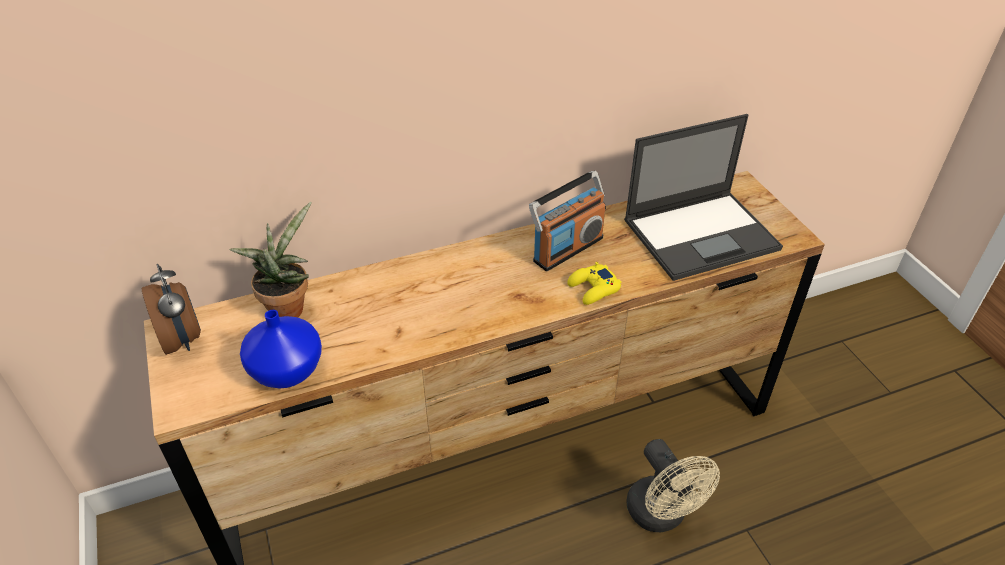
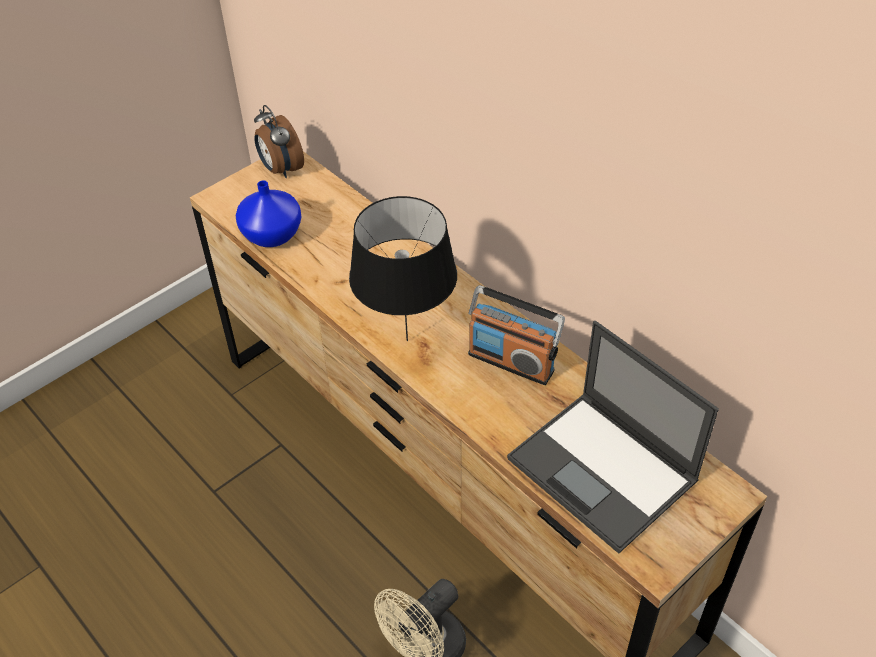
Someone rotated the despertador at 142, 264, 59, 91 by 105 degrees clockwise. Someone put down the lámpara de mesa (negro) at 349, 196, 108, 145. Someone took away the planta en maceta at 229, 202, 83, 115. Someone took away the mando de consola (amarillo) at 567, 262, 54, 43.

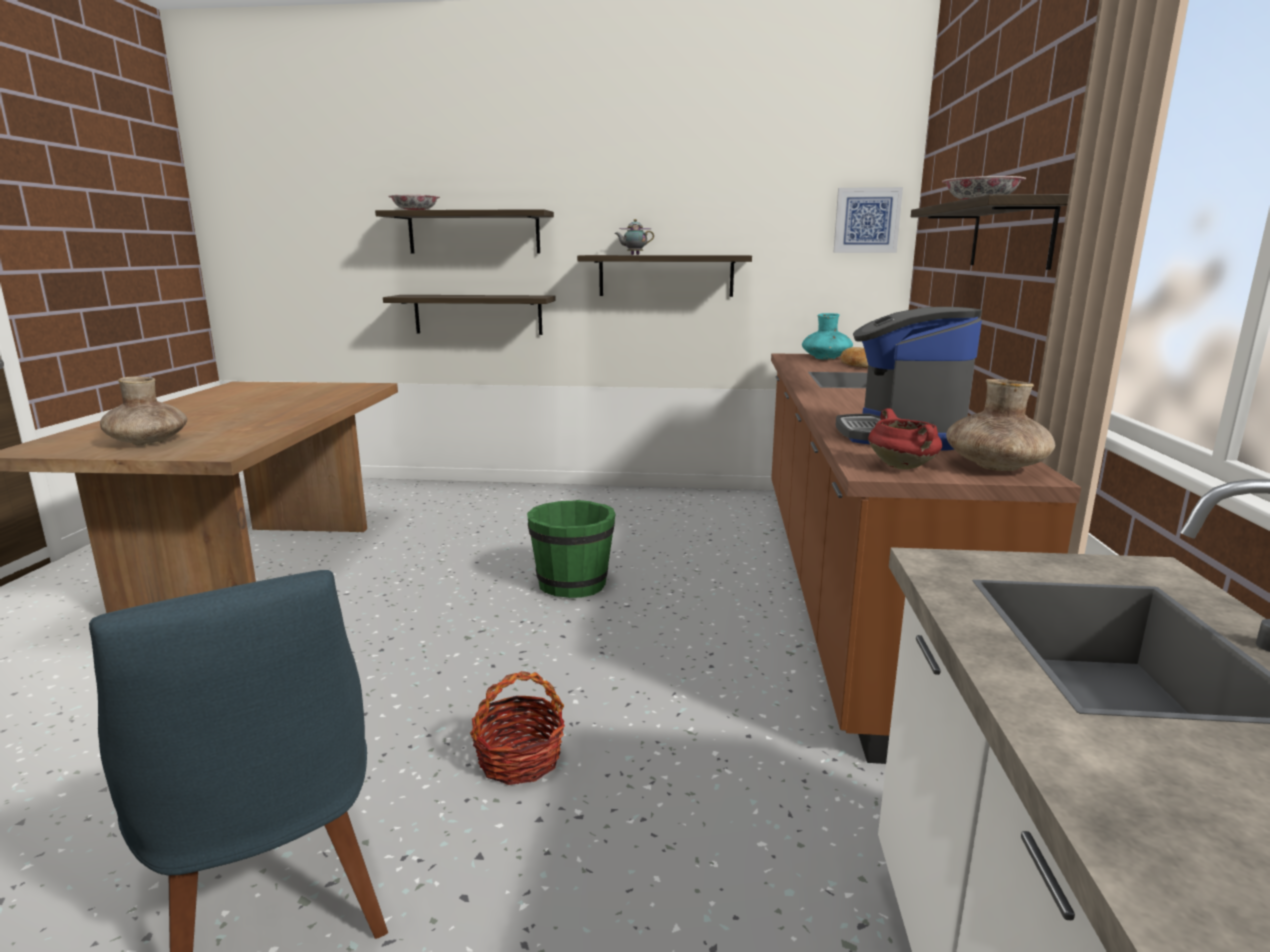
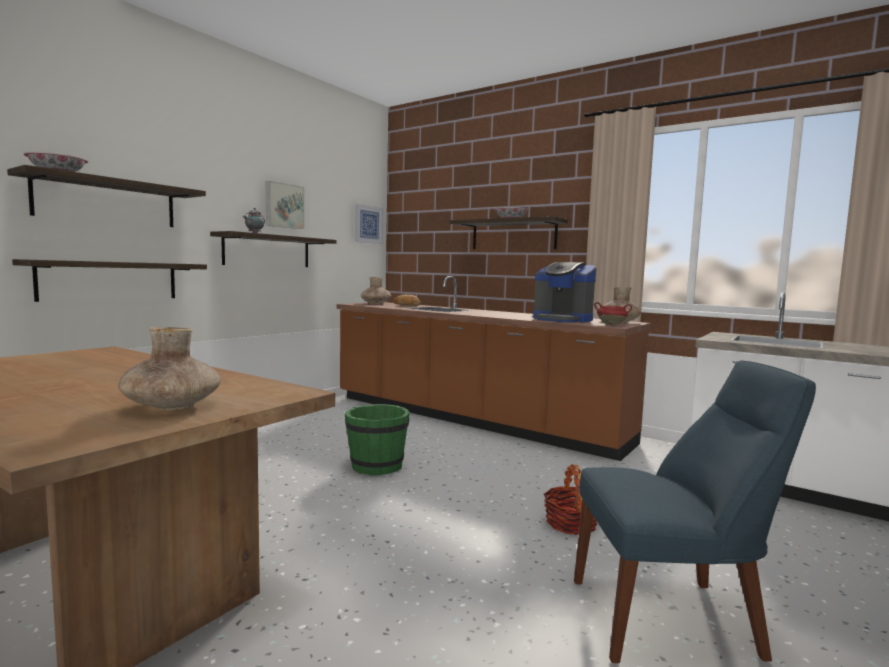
Someone put up the cuadro at 266, 181, 38, 48. Someone repainted the florero (turquesa) at 802, 313, 51, 47, which became the florero (marrón) at 361, 277, 30, 27.

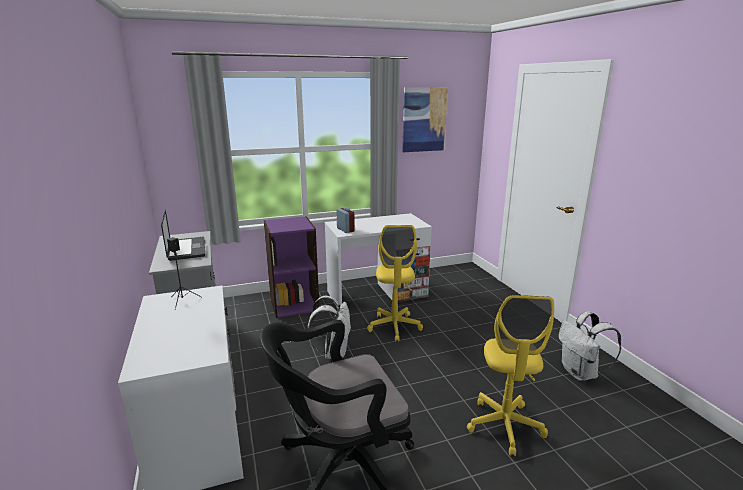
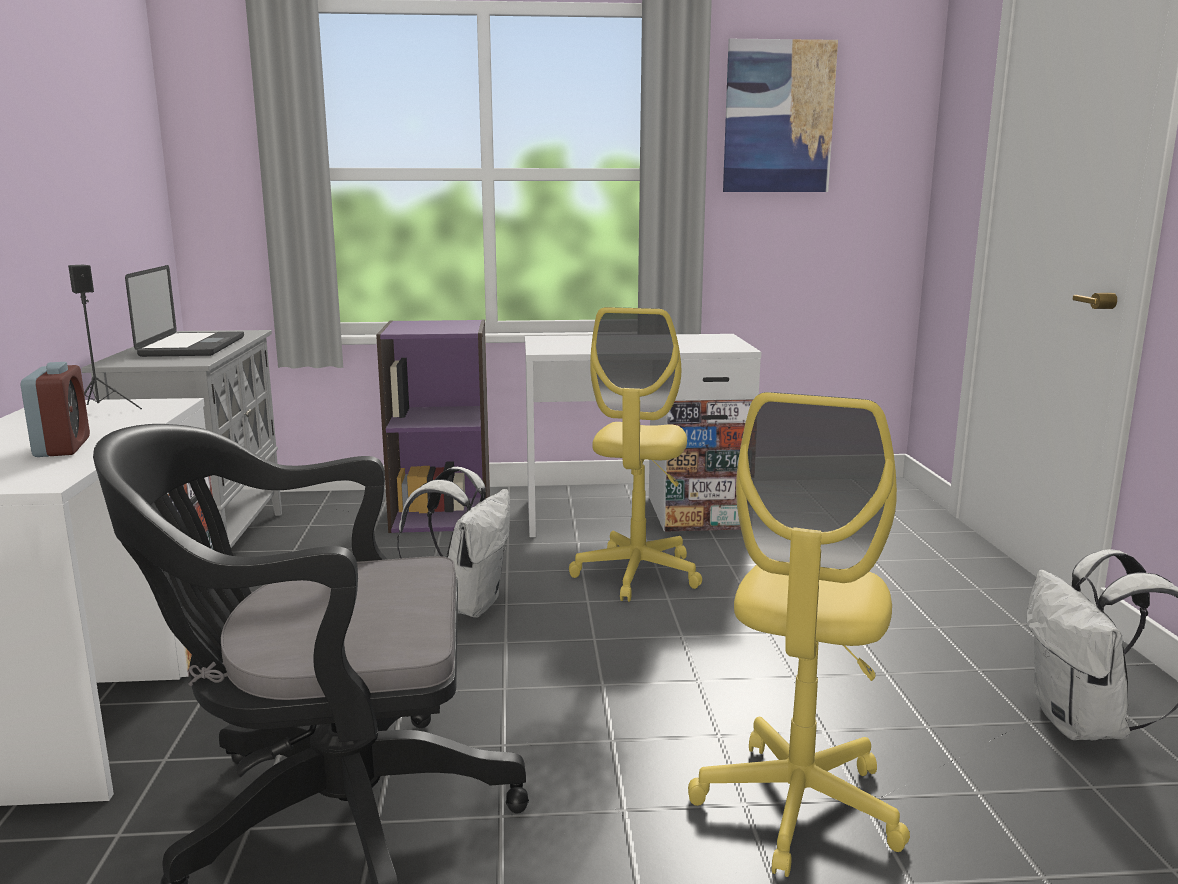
Someone carried the despertador from 336, 207, 19, 26 to 21, 362, 69, 95.

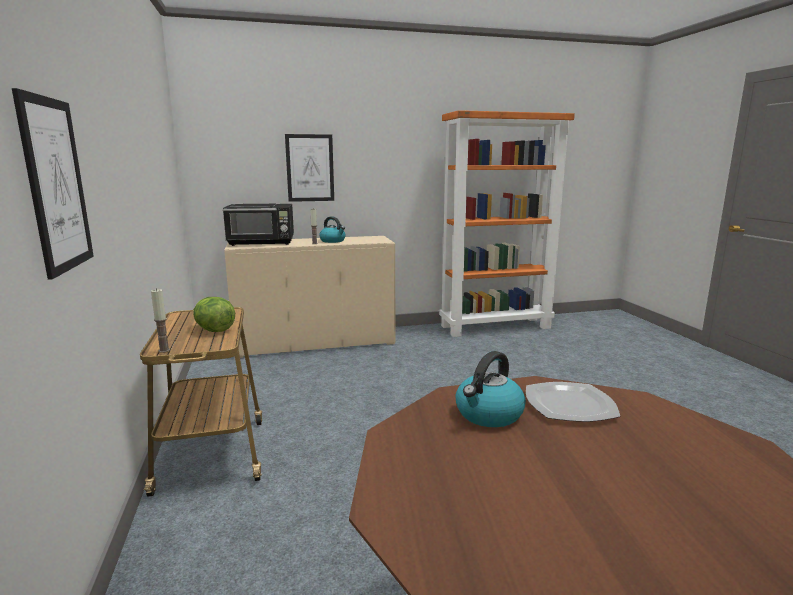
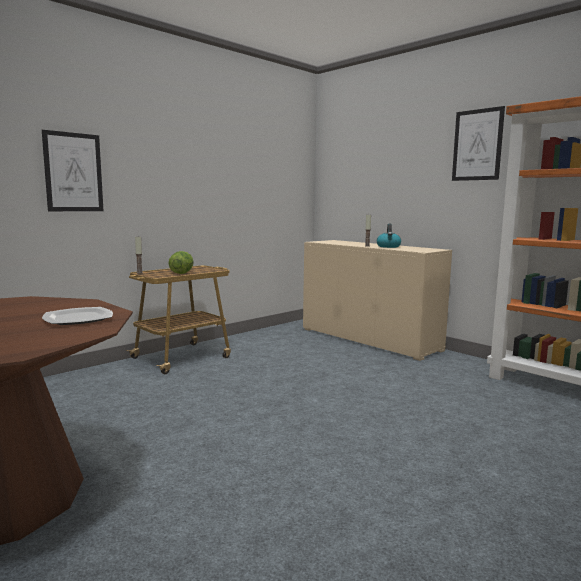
Someone carried the cuadro from 285, 134, 49, 68 to 452, 106, 53, 75. Someone took away the microondas (negro) at 223, 204, 71, 42. Someone took away the hervidor at 455, 351, 71, 76.

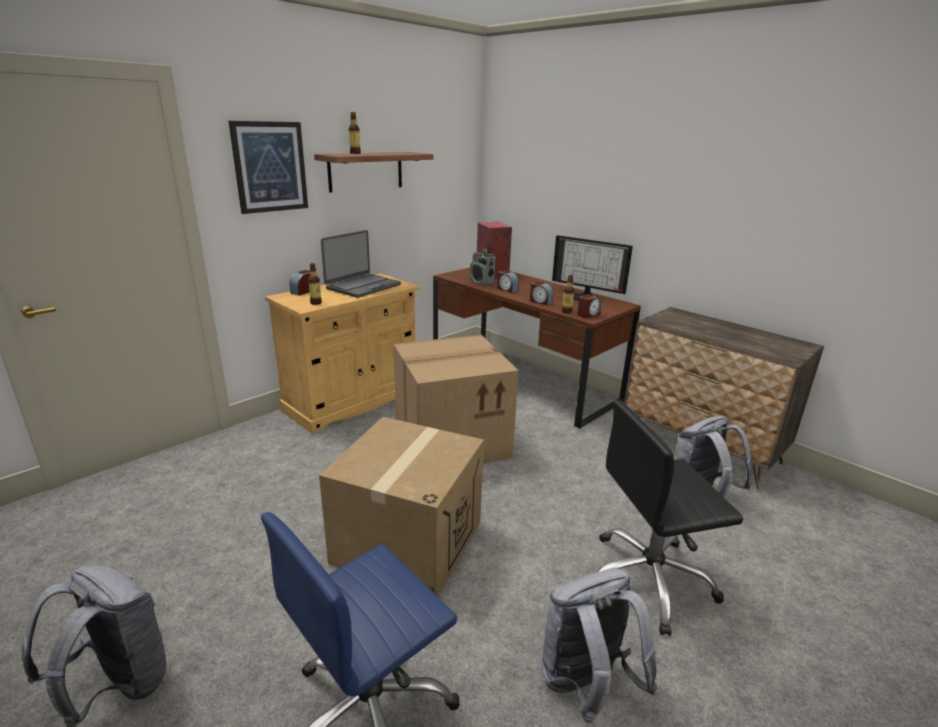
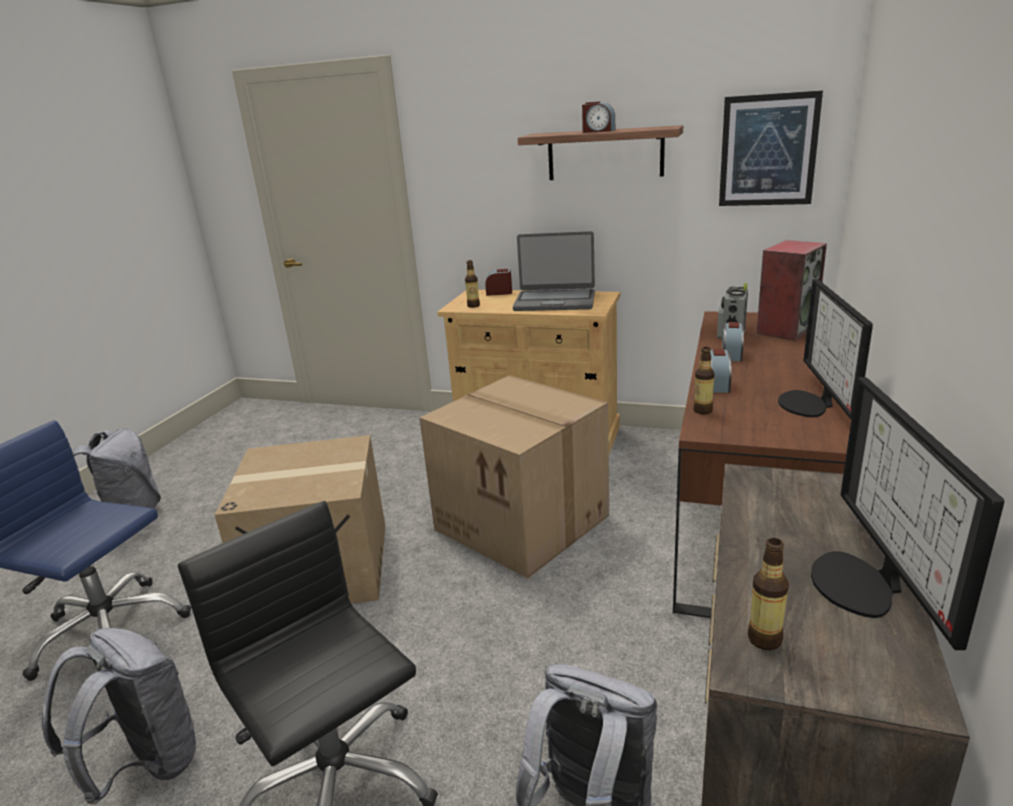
Someone carried the despertador from 577, 294, 25, 24 to 582, 102, 33, 31. Someone carried the cuadro from 228, 121, 80, 93 to 719, 90, 104, 116. Someone carried the botella from 349, 112, 12, 42 to 748, 538, 41, 112. Someone put down the monitor at 811, 377, 194, 273.

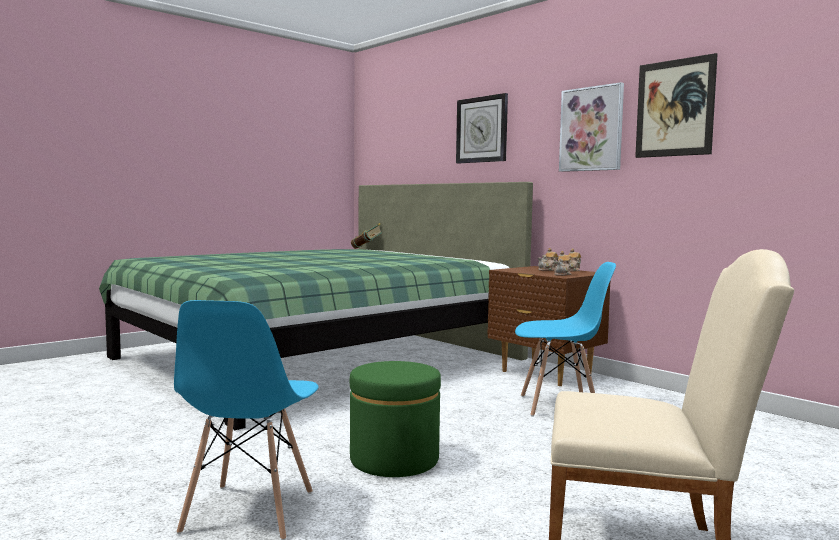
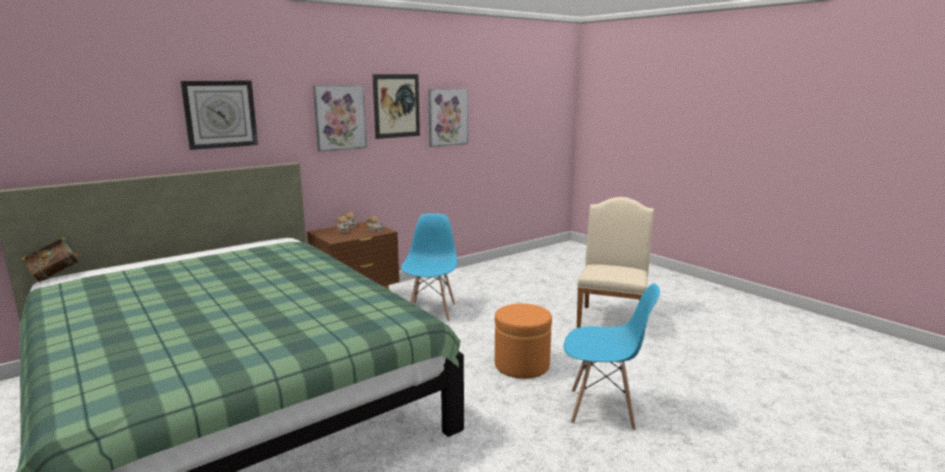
Someone put up the cuadro at 428, 89, 40, 58. Someone repainted the puf (verde) at 350, 361, 91, 116, which became the puf (naranja) at 495, 303, 57, 76.

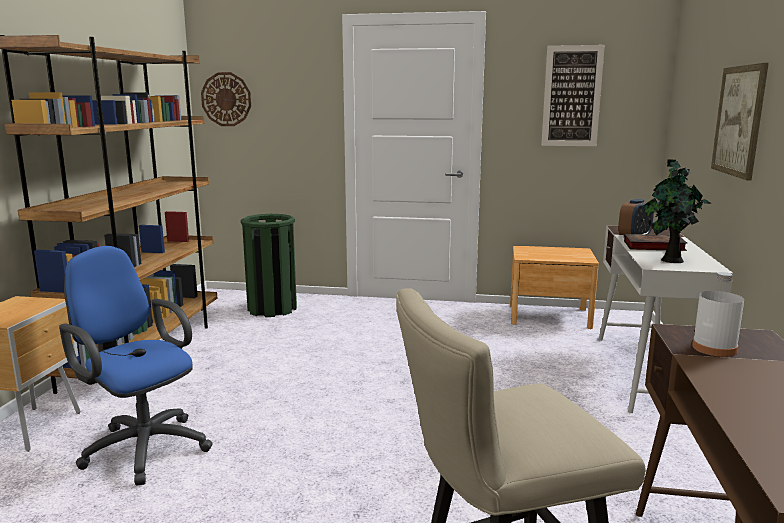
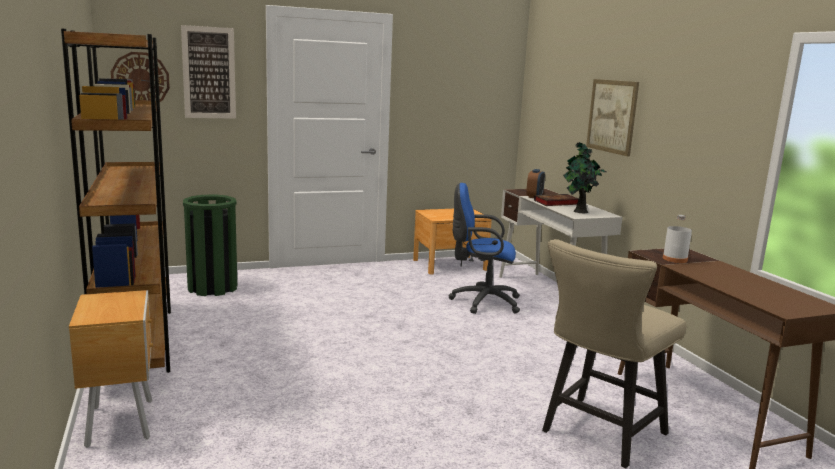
Someone carried the cuadro from 541, 45, 64, 101 to 181, 25, 55, 94. Someone carried the silla de oficina (azul) from 59, 246, 154, 240 to 448, 183, 72, 131.

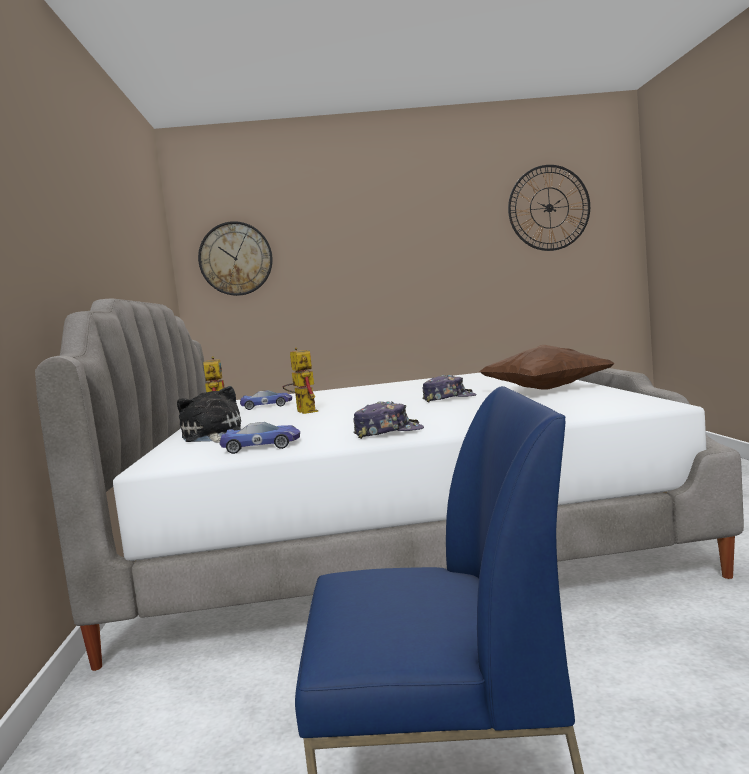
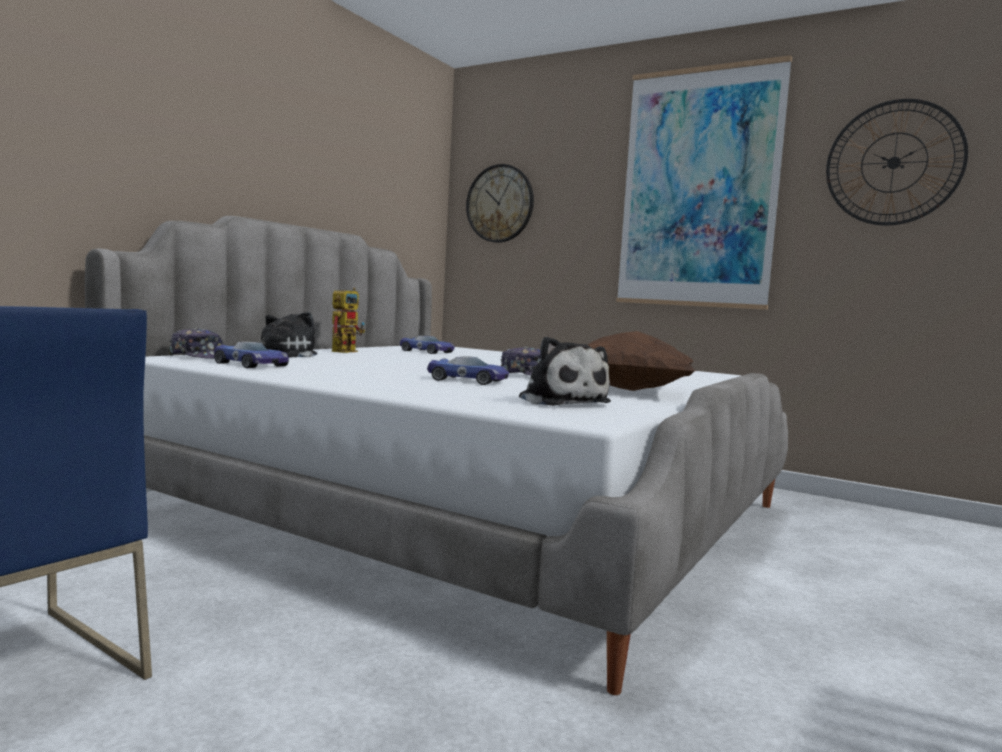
Someone carried the gorra from 353, 402, 71, 37 to 169, 328, 55, 31. Someone put down the coche de juguete at 427, 356, 82, 29. Someone put down the peluche at 519, 336, 92, 70. Someone put up the cuadro at 616, 55, 176, 255. Someone took away the robot de juguete at 283, 347, 35, 67.

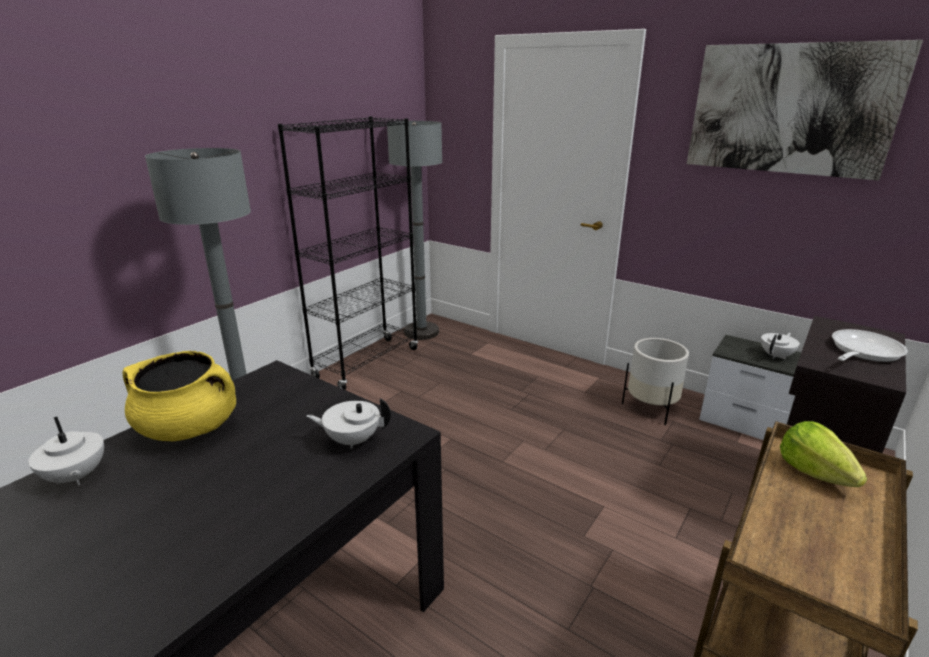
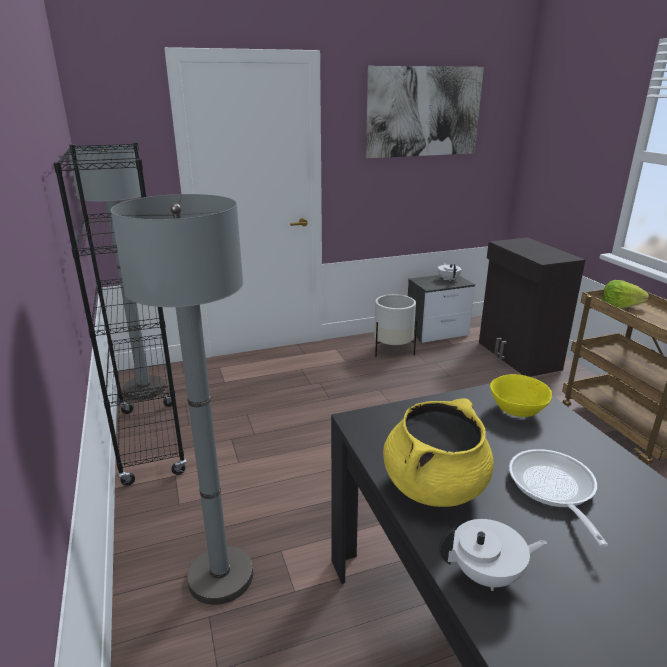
Someone swapped the tetera (blanco) at 307, 398, 84, 51 for the cuenco (amarillo) at 490, 374, 62, 43. Someone carried the sartén from 832, 329, 76, 33 to 509, 449, 99, 98.

